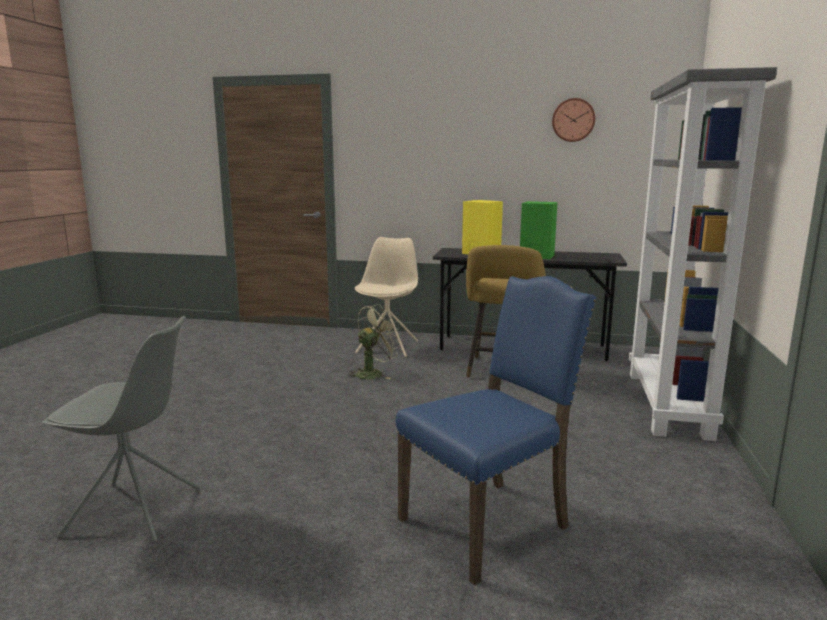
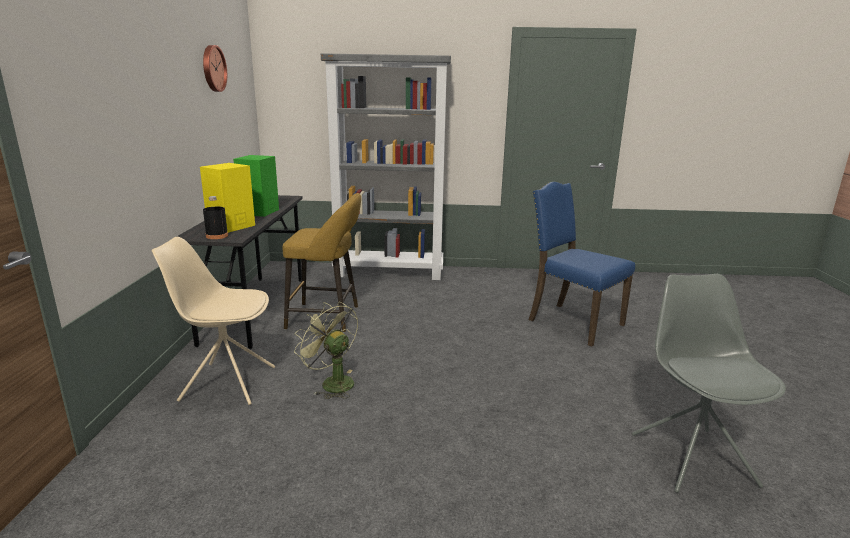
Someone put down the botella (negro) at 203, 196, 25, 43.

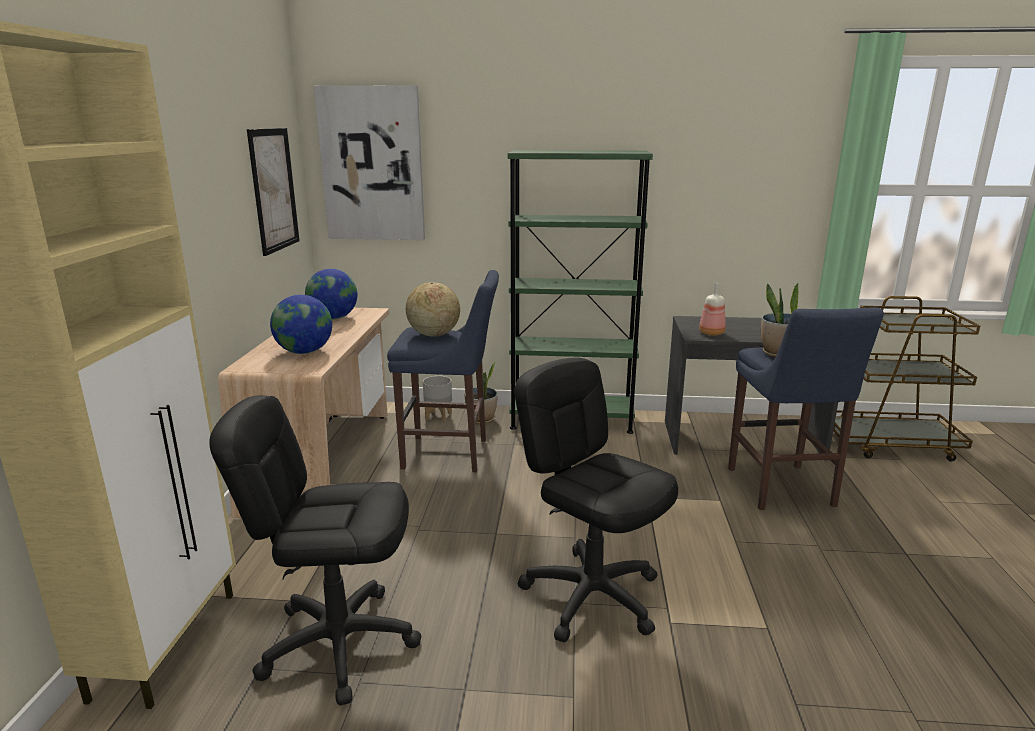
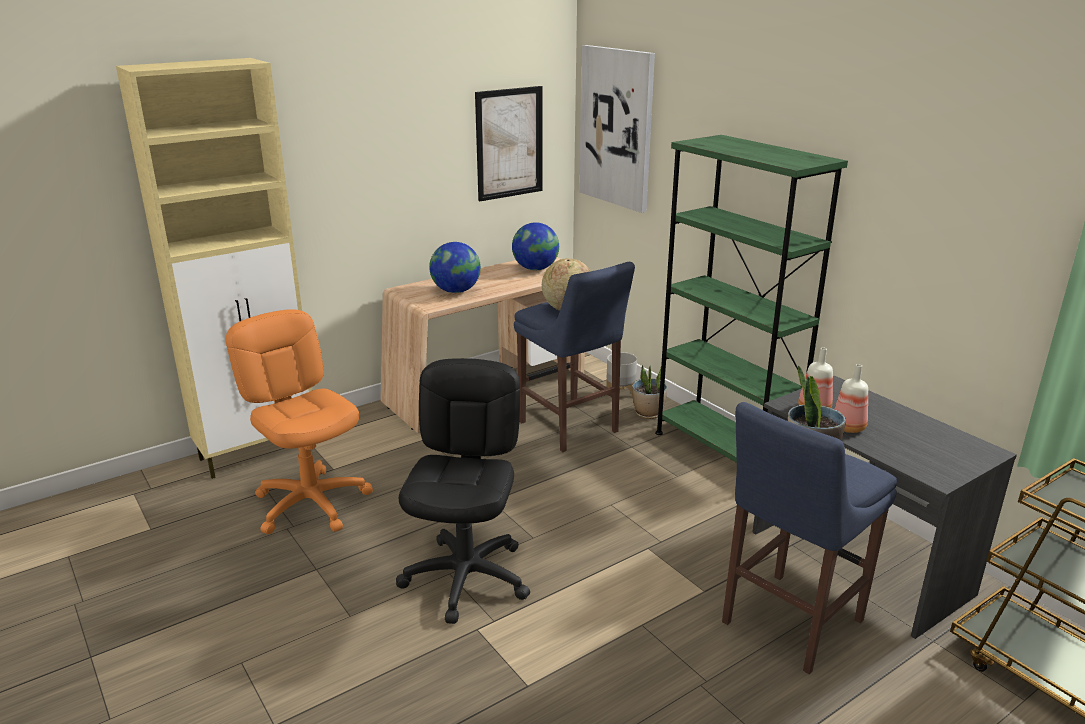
Someone repainted the silla de oficina (negro) at 209, 395, 212, 311, which became the silla de oficina (naranja) at 226, 309, 147, 225. Someone put down the botella at 835, 364, 33, 69.

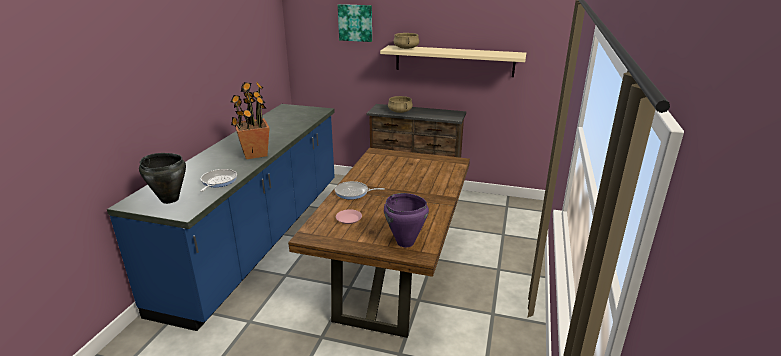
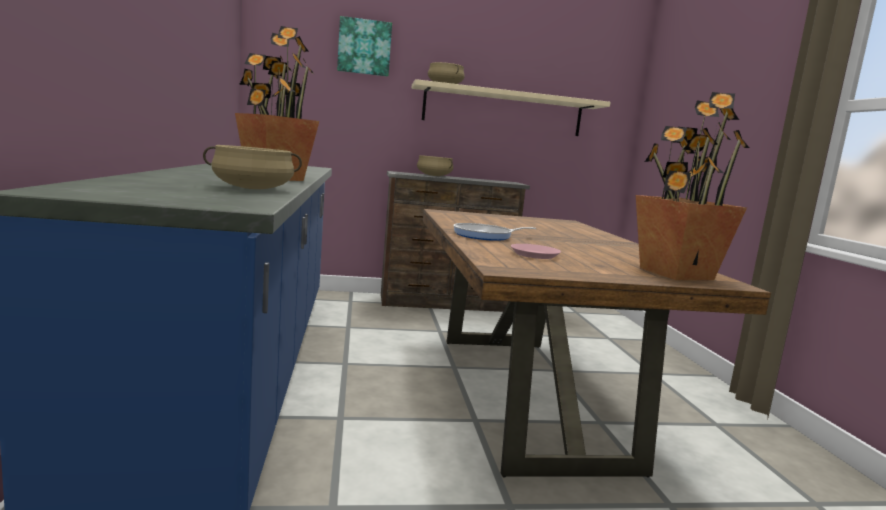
Someone swapped the sartén at 201, 169, 36, 23 for the olla (beis) at 203, 145, 99, 44. Someone swapped the olla (morado) at 384, 193, 45, 54 for the planta en maceta at 636, 92, 113, 188. Someone took away the olla (negro) at 139, 153, 47, 51.

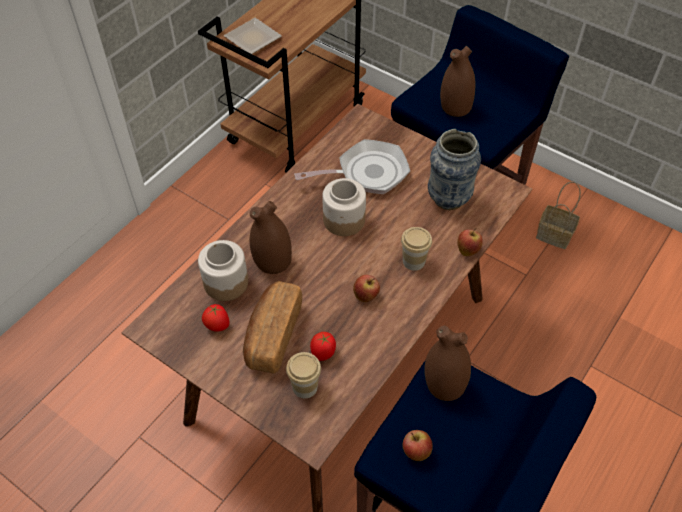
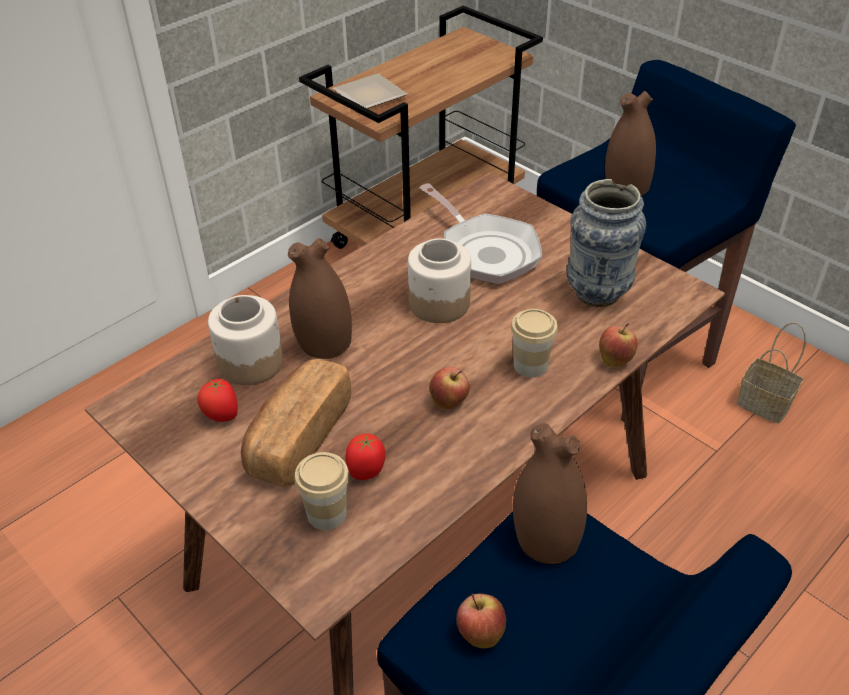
Someone rotated the sartén at 294, 139, 116, 55 by 60 degrees clockwise.

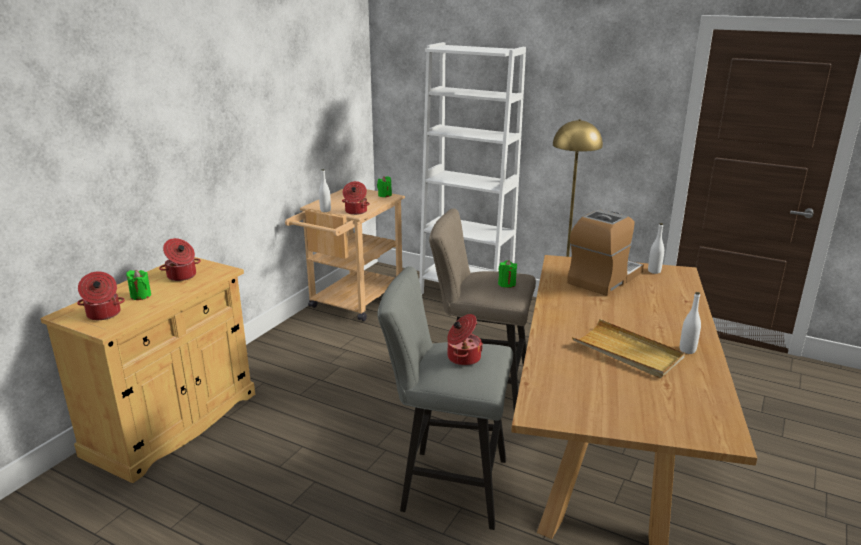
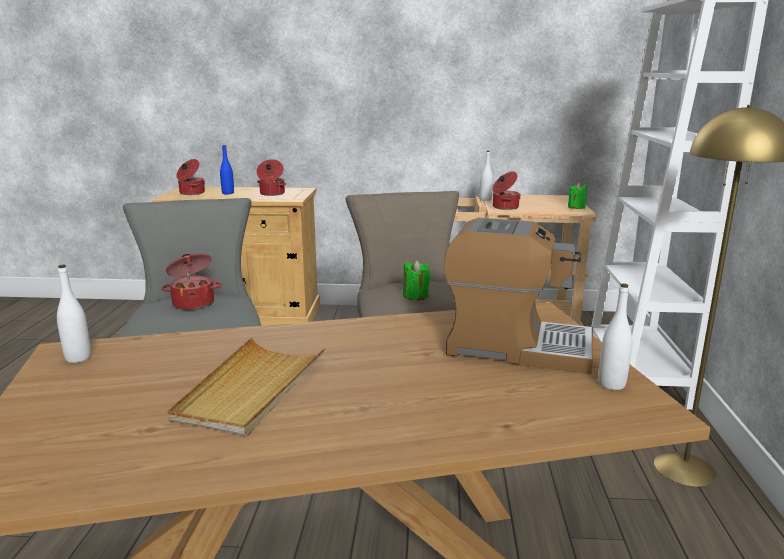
Someone carried the botella (blanco) from 680, 292, 21, 62 to 57, 265, 34, 98. Someone swapped the vela (verde) at 126, 270, 25, 30 for the botella (azul) at 220, 145, 14, 49.

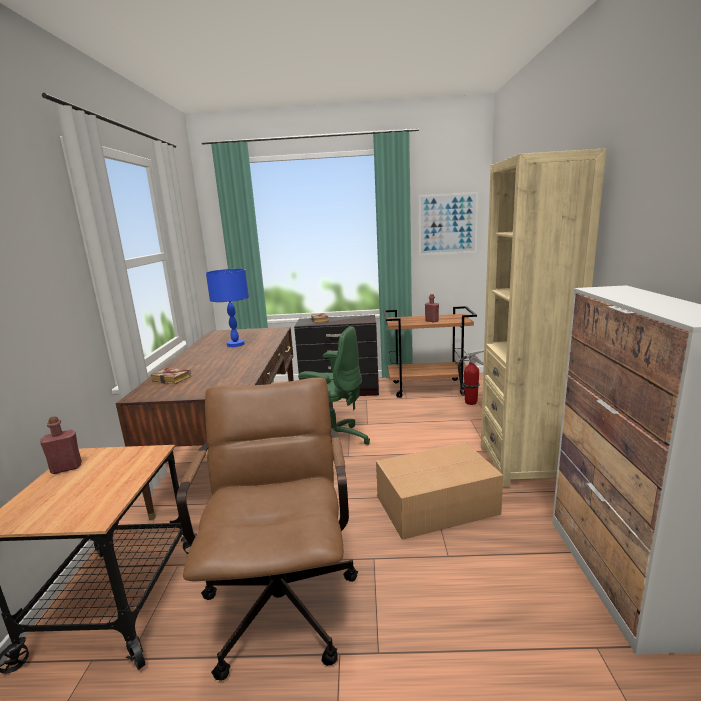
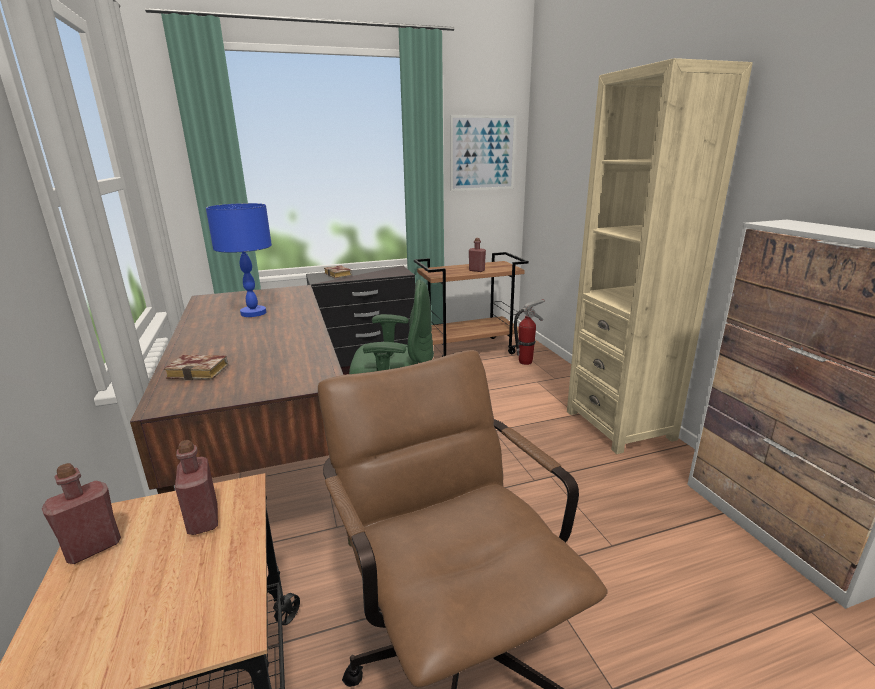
Someone put down the botella (rojo) at 175, 440, 43, 95. Someone took away the caja de cartón at 376, 443, 127, 97.

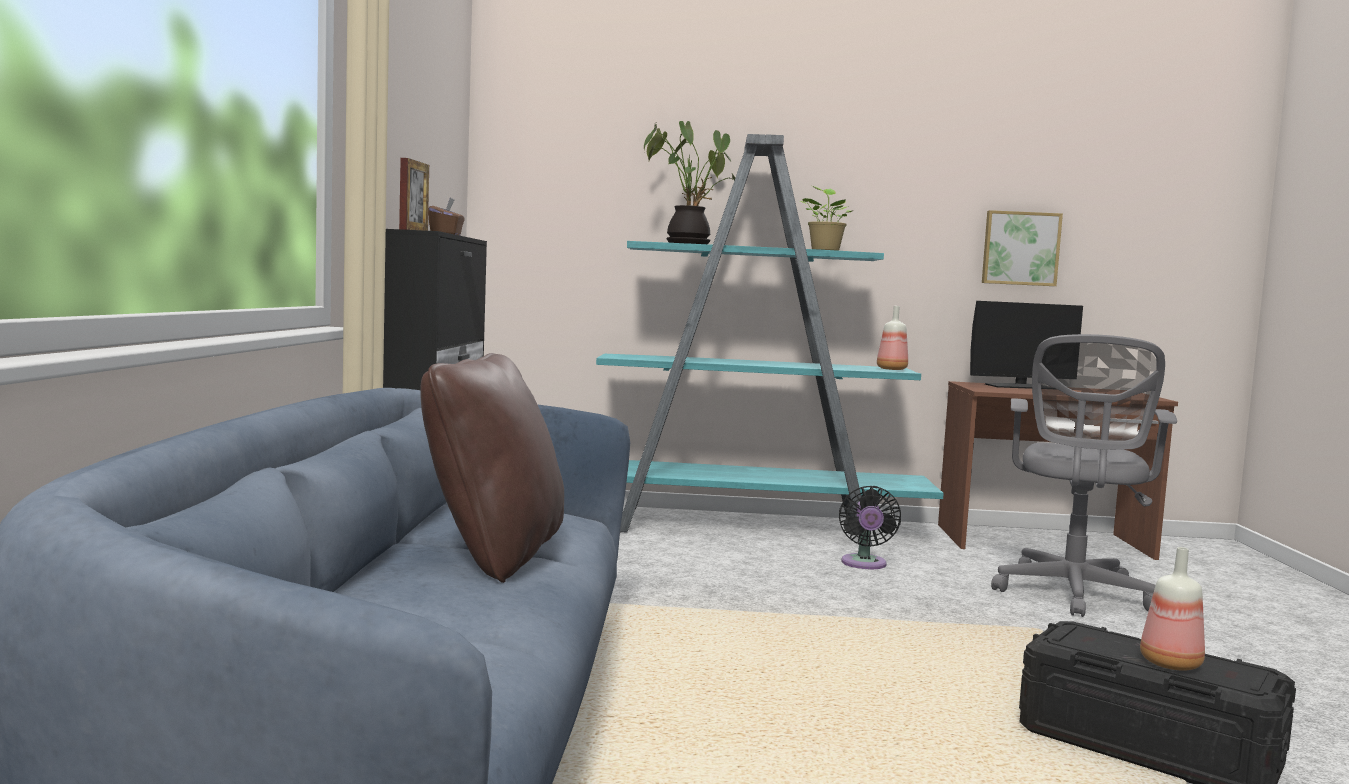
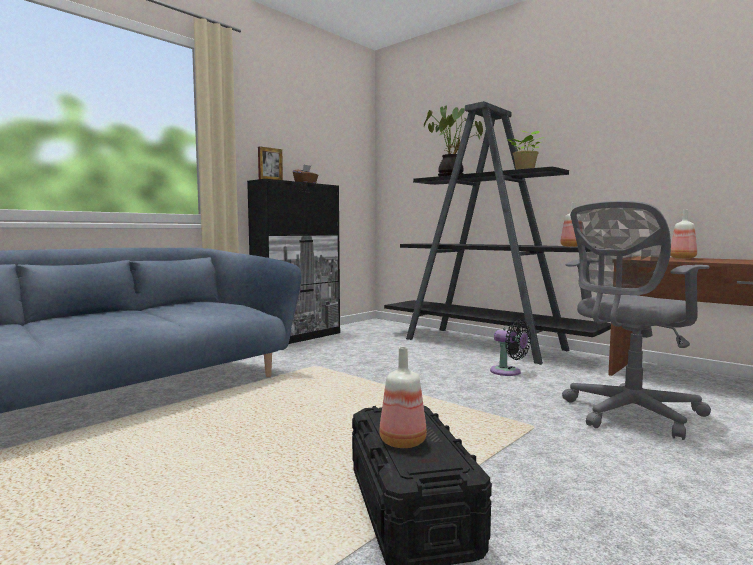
Someone repainted the estantería (turquesa) at 596, 134, 348, 413, which became the estantería (negro) at 384, 101, 227, 264. Someone rotated the ventilador (negro) at 839, 486, 62, 83 by 90 degrees counterclockwise. Someone swapped the monitor at 970, 301, 113, 88 for the botella at 670, 210, 27, 49. Someone took away the cojín (marrón) at 420, 353, 144, 230. Someone took away the cuadro at 982, 210, 81, 76.

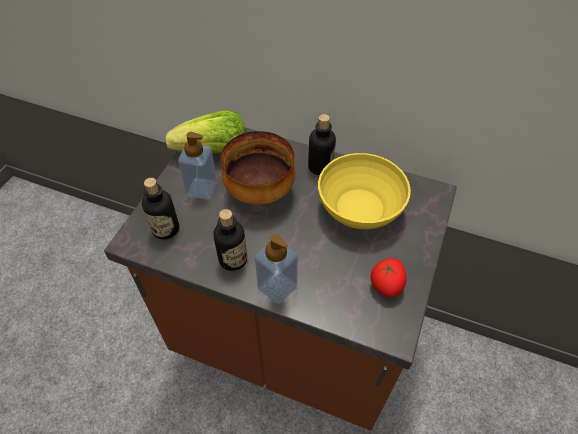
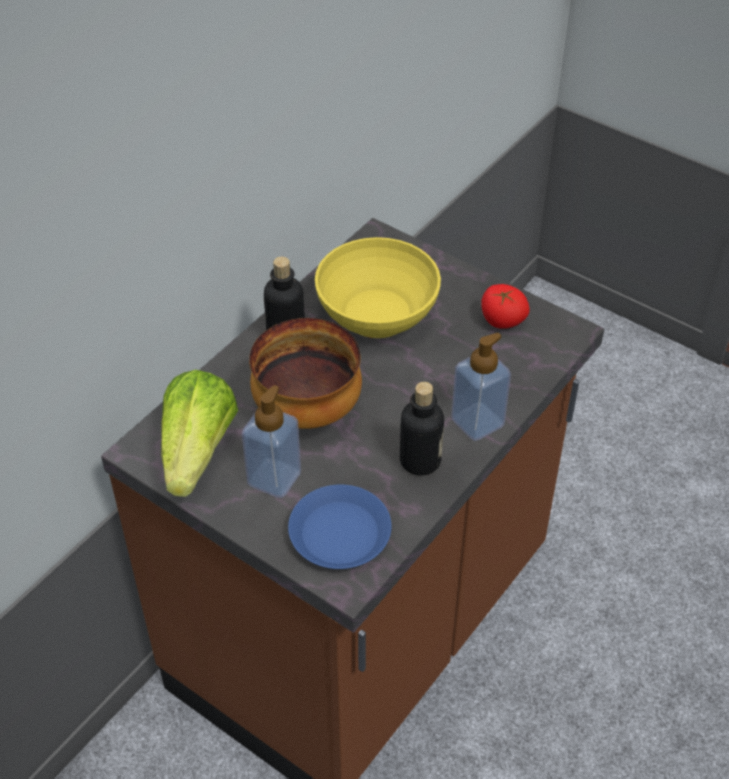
Someone swapped the botella at 142, 178, 37, 62 for the plato (azul) at 288, 485, 104, 84.

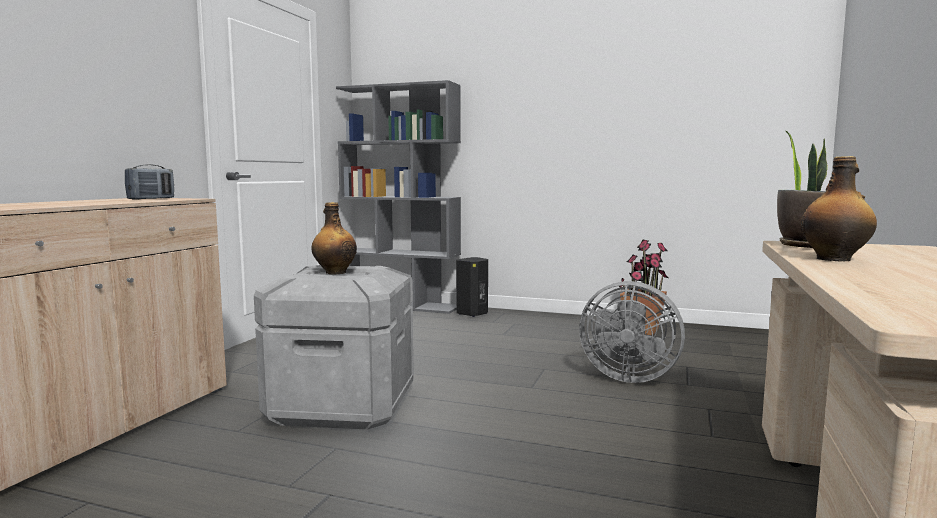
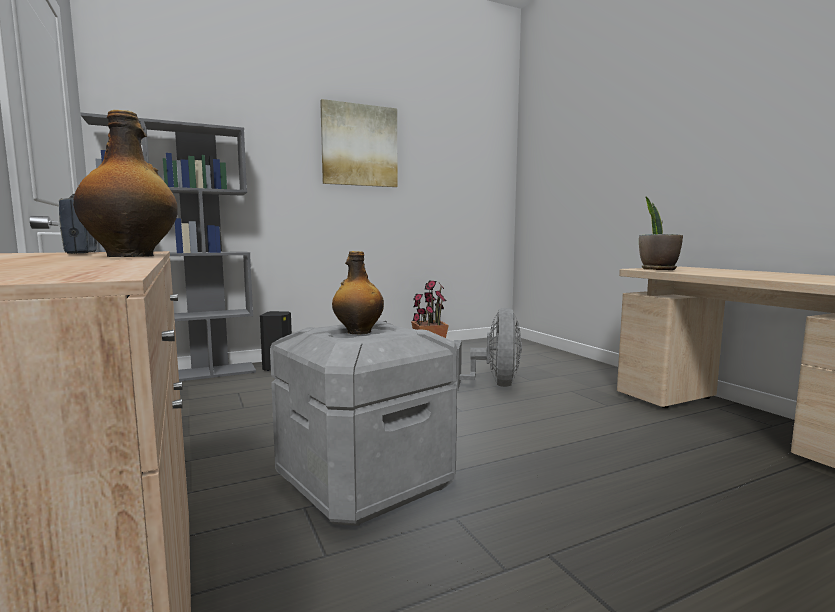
Someone carried the botella from 801, 156, 76, 105 to 73, 110, 105, 147. Someone put up the cuadro at 320, 99, 78, 88. Someone rotated the ventilador (gris) at 579, 281, 106, 102 by 60 degrees counterclockwise.

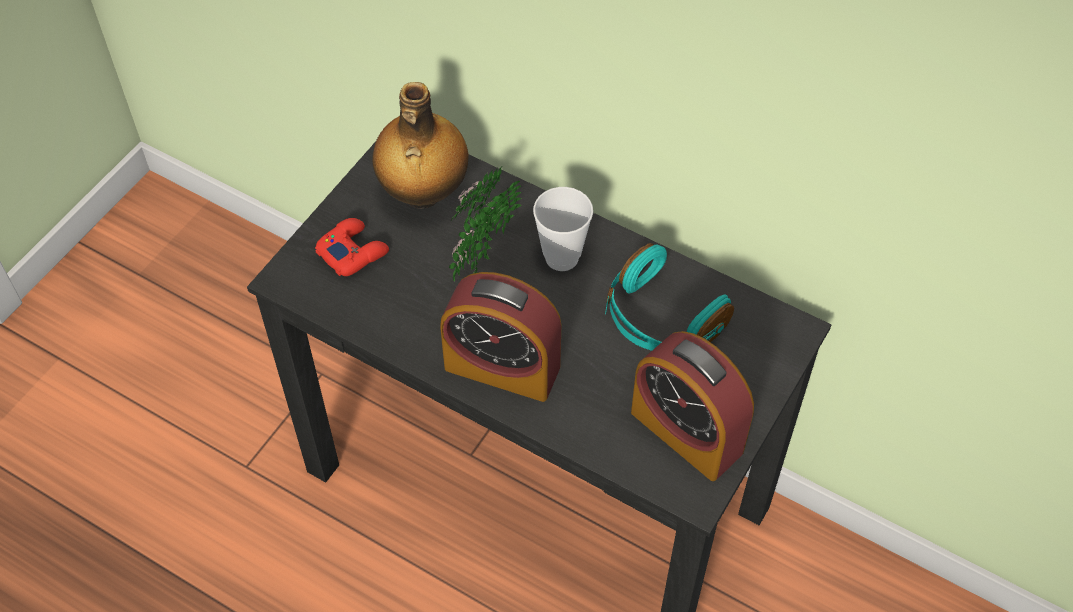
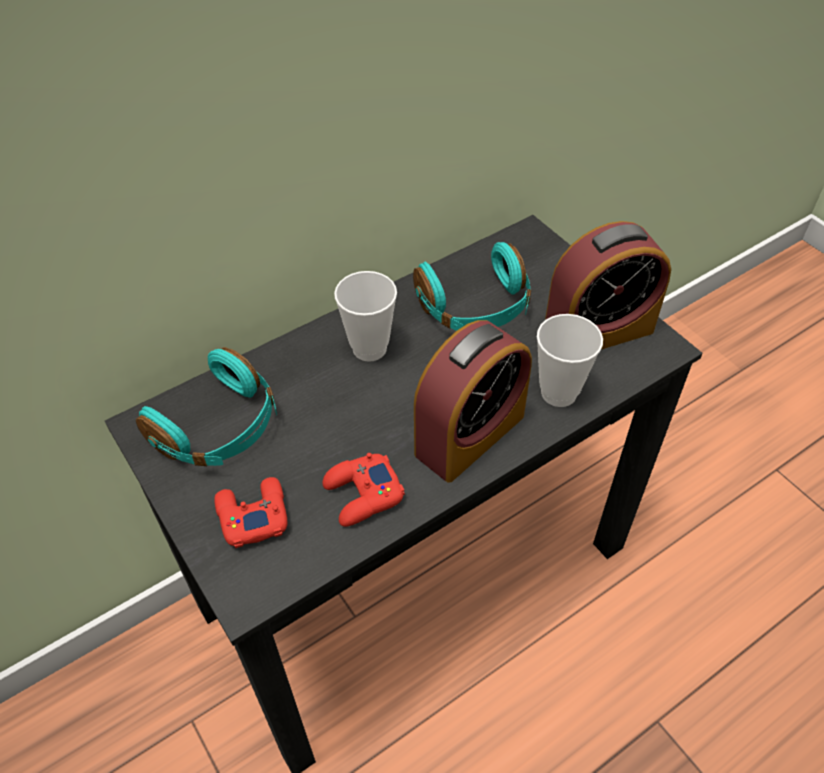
Someone swapped the botella at 372, 82, 97, 127 for the auriculares (turquesa) at 136, 347, 141, 119. Someone put down the mando de consola (rojo) at 322, 452, 83, 75. Someone put down the taza at 537, 314, 66, 93. Someone took away the planta en maceta at 449, 167, 73, 115.

